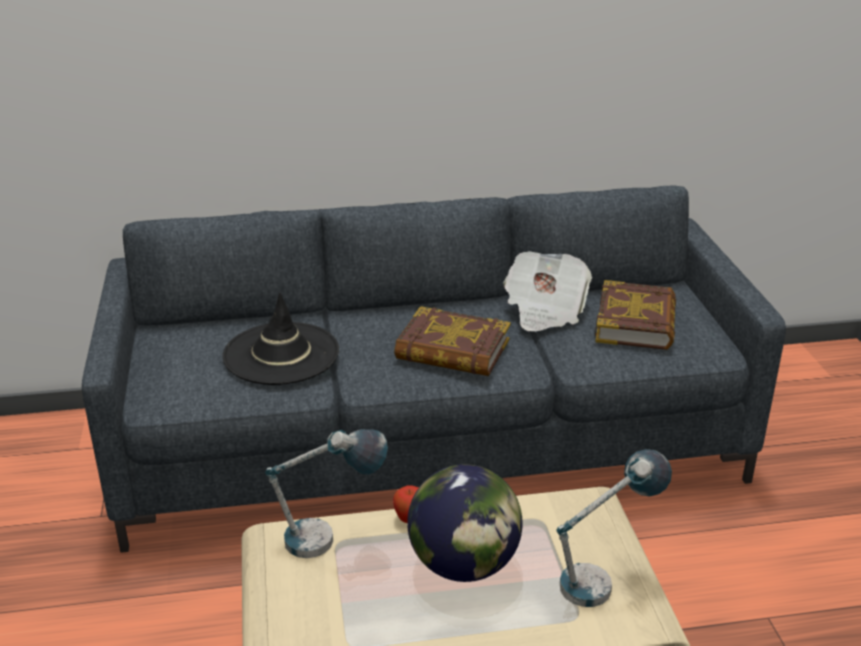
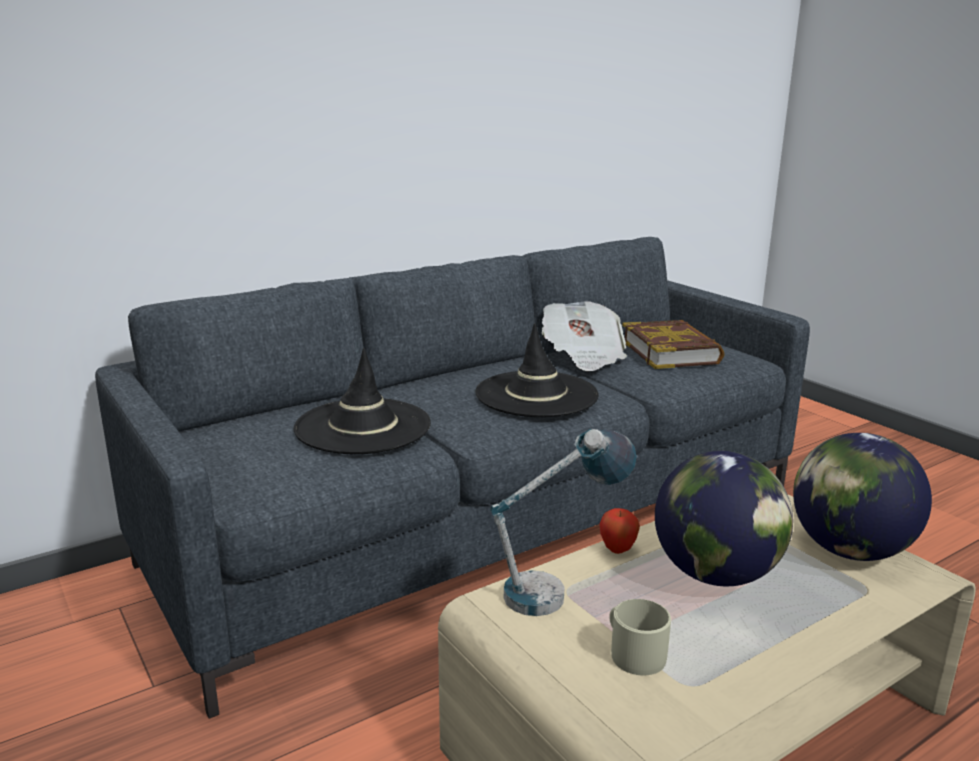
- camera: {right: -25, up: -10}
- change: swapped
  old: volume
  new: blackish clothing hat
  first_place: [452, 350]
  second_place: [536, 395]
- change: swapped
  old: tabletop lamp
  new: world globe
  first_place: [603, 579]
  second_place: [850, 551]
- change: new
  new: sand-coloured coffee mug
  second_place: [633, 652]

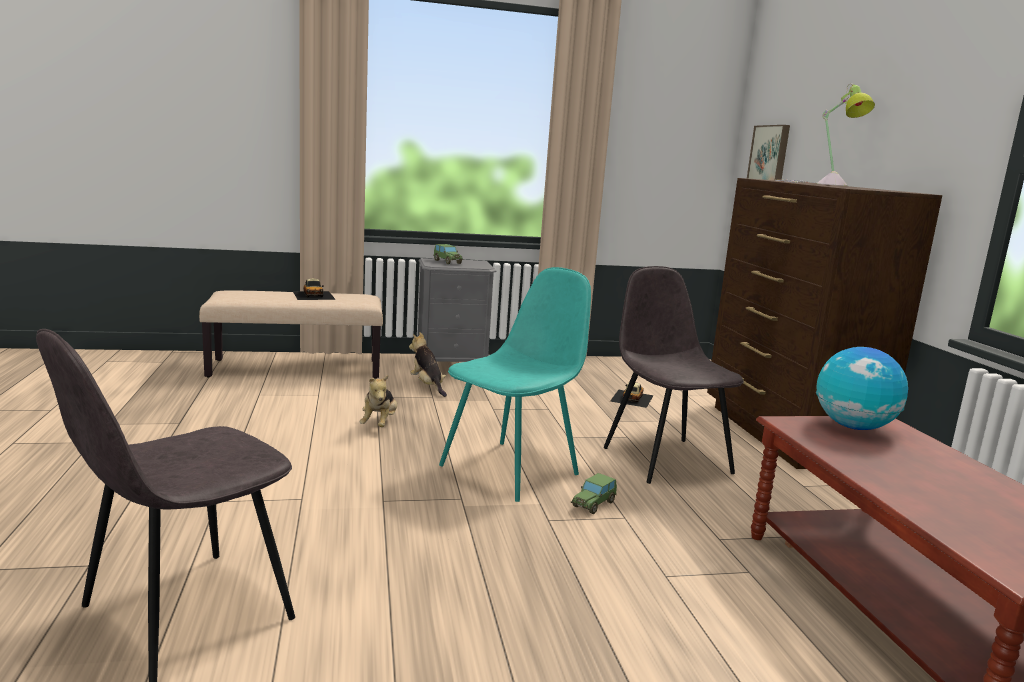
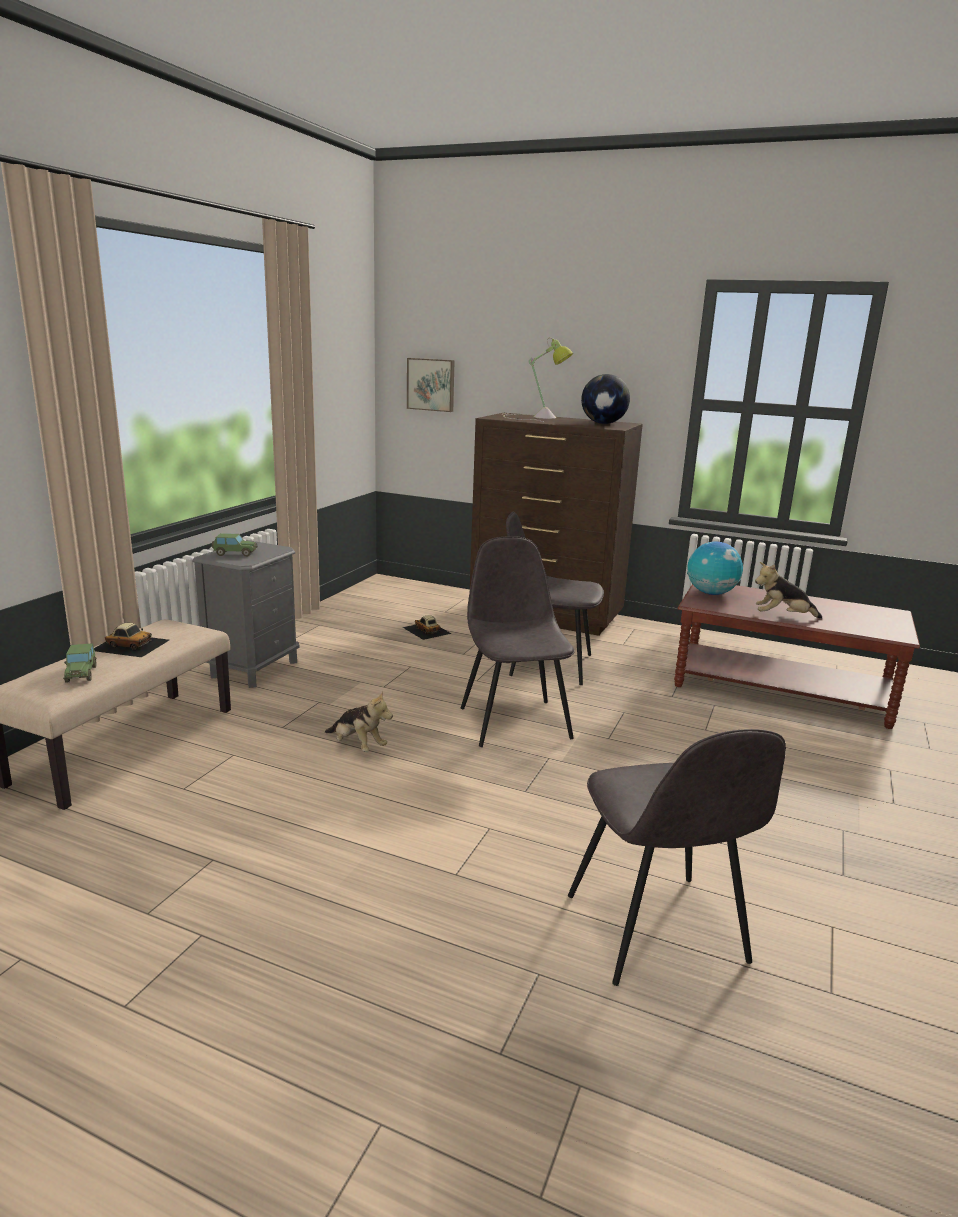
- camera: {right: -55, up: 5}
- change: repainted
  old: turquoise-coloured chair
  new: gray chair
  first_place: [512, 469]
  second_place: [514, 721]
- change: shifted
  old: plush toy
  first_place: [427, 386]
  second_place: [782, 617]
- change: shifted
  old: toy car
  first_place: [593, 504]
  second_place: [81, 674]
- change: new
  new: world globe
  second_place: [603, 423]

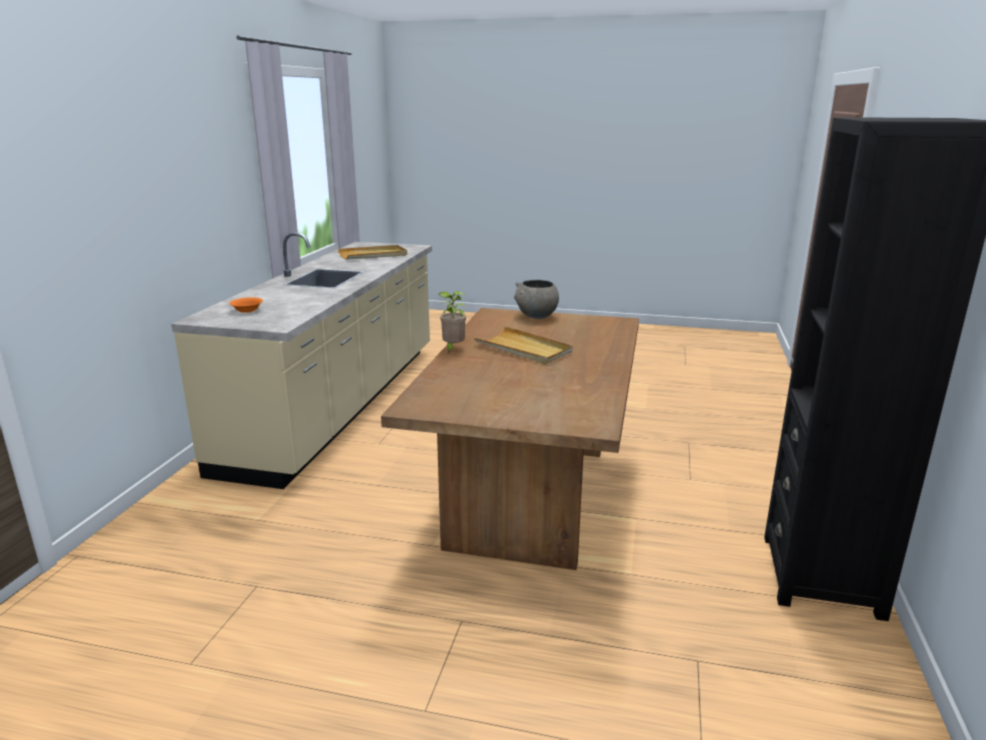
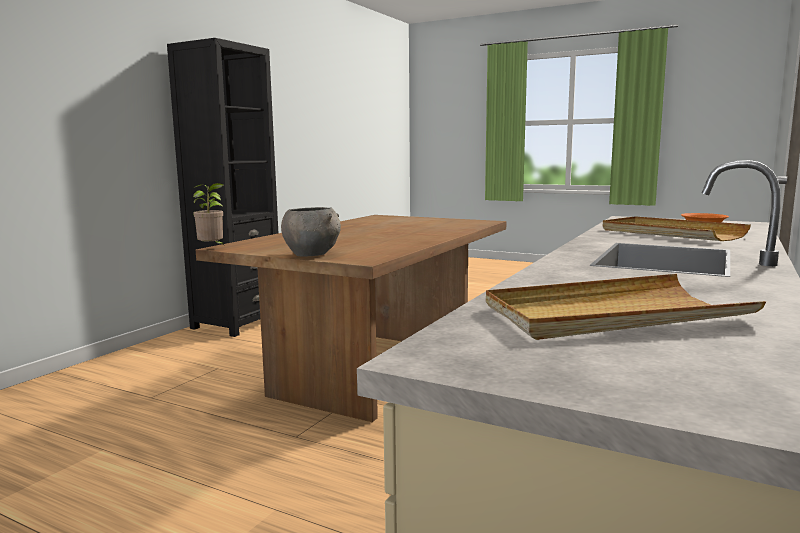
- camera: {right: -165, up: -10}
- change: shifted
  old: houseplant
  first_place: [453, 348]
  second_place: [212, 249]
- change: shifted
  old: sand-coloured tray
  first_place: [524, 349]
  second_place: [670, 233]

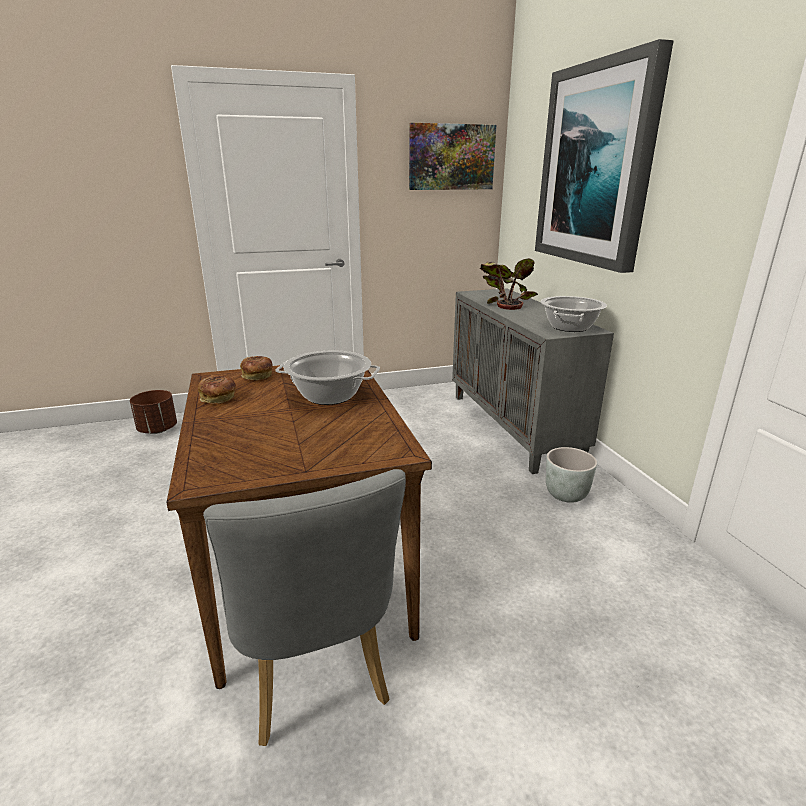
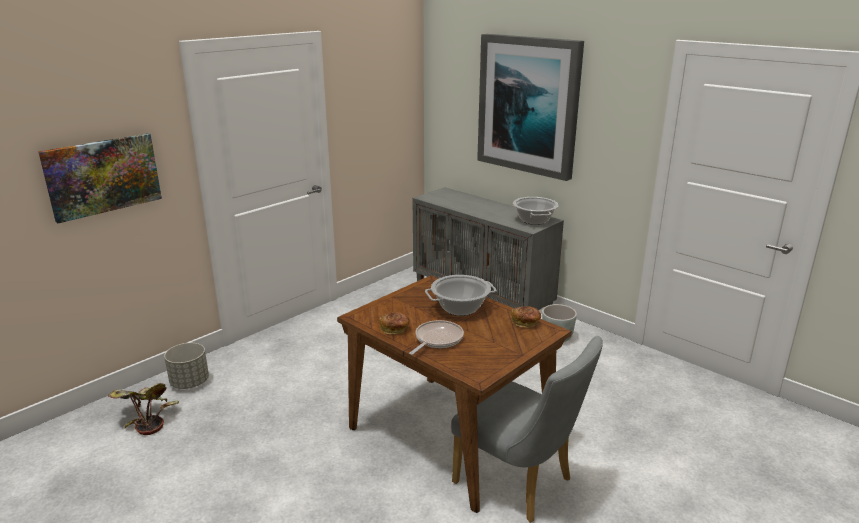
- camera: {right: -30, up: 0}
- change: shifted
  old: picture
  first_place: [451, 157]
  second_place: [103, 176]
- change: shifted
  old: houseplant
  first_place: [504, 303]
  second_place: [145, 418]
- change: shifted
  old: bread
  first_place: [257, 376]
  second_place: [526, 323]
- change: repainted
  old: brown planter
  new: gray planter
  first_place: [157, 430]
  second_place: [189, 383]
- change: new
  new: pan
  second_place: [437, 339]

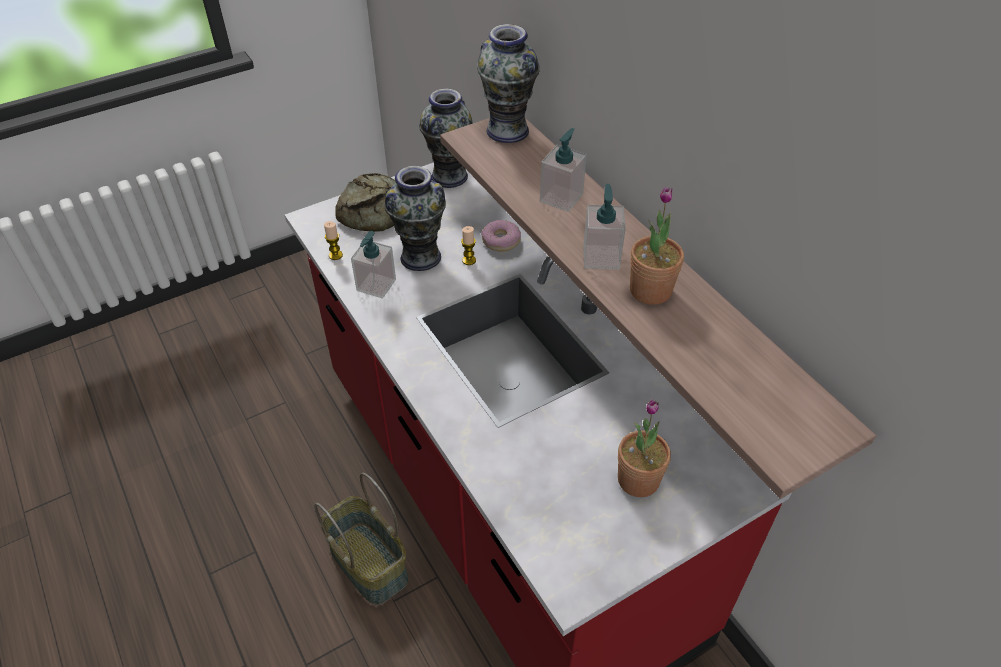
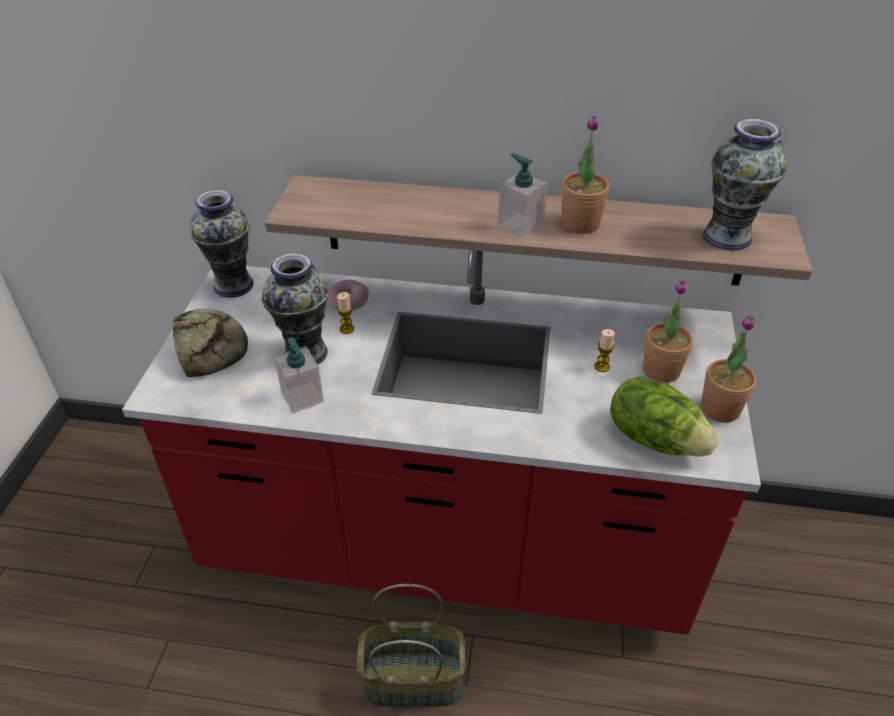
- camera: {right: -50, up: -5}
- change: shifted
  old: vase
  first_place: [508, 130]
  second_place: [726, 236]
- change: gone
  old: liquid soap bottle
  first_place: [561, 198]
- change: shifted
  old: candle
  first_place: [335, 255]
  second_place: [602, 366]
- change: new
  new: houseplant
  second_place: [720, 409]
- change: new
  new: lettuce head
  second_place: [655, 438]

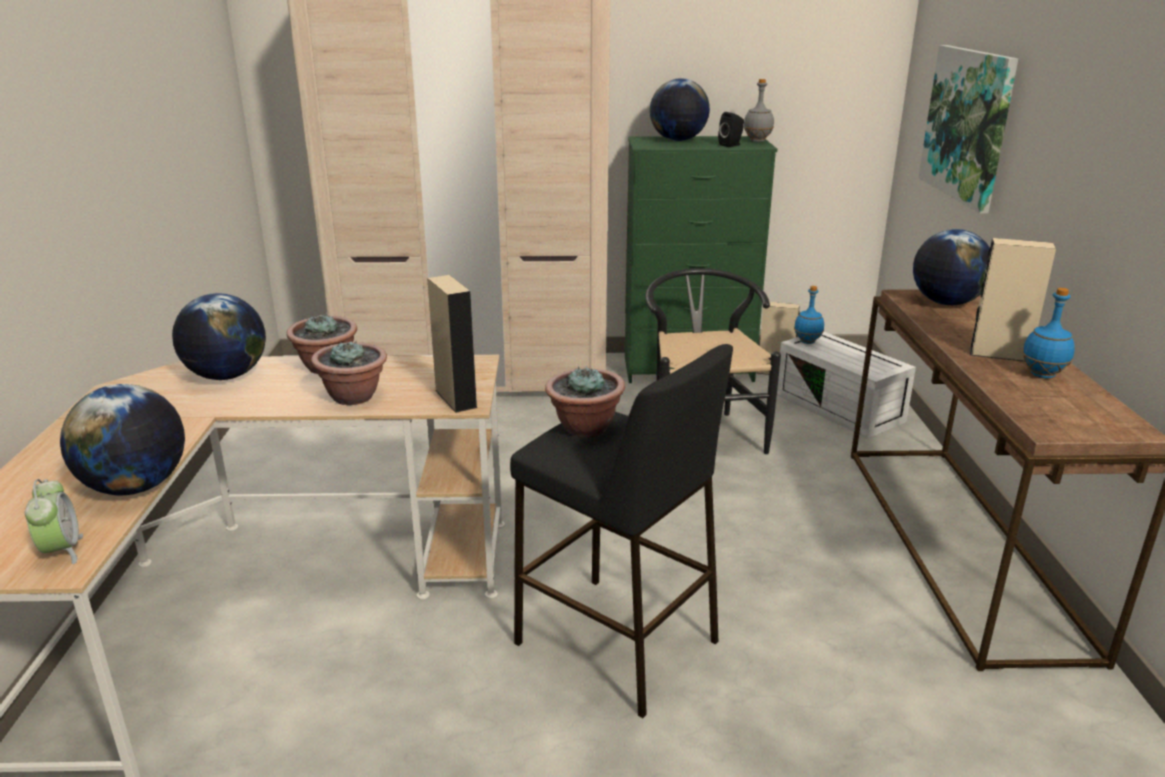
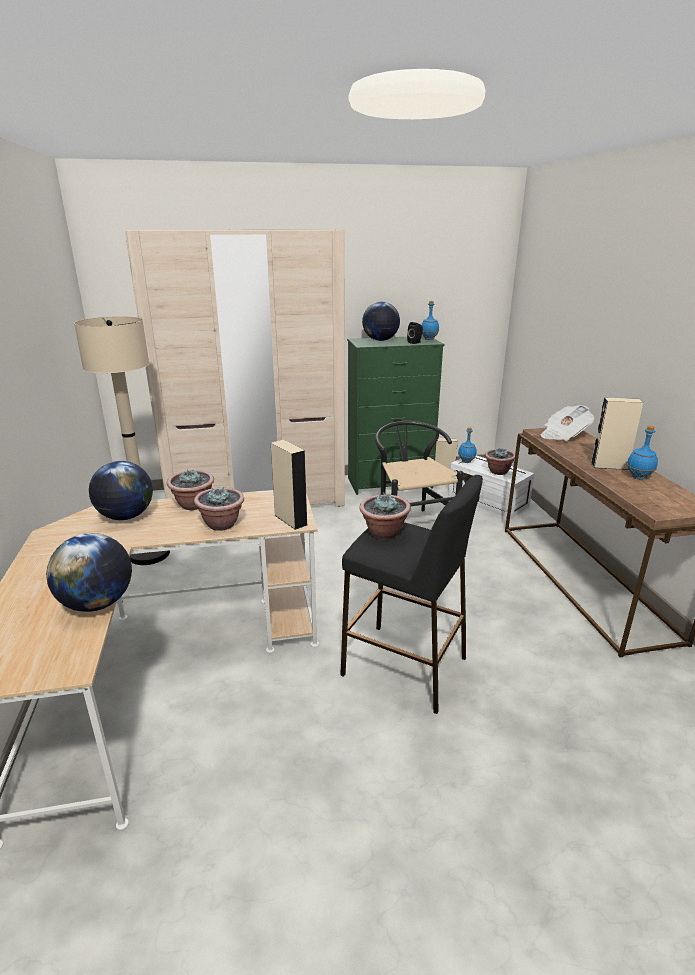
- camera: {right: -10, up: 0}
- change: gone
  old: picture
  first_place: [968, 125]
- change: repainted
  old: gray drink bottle
  new: blue drink bottle
  first_place: [757, 141]
  second_place: [429, 339]
- change: swapped
  old: world globe
  new: newspaper
  first_place: [946, 303]
  second_place: [563, 435]
- change: gone
  old: table clock
  first_place: [61, 551]
- change: new
  new: sand-coloured standard lamp
  second_place: [149, 554]
- change: new
  new: houseplant
  second_place: [498, 471]

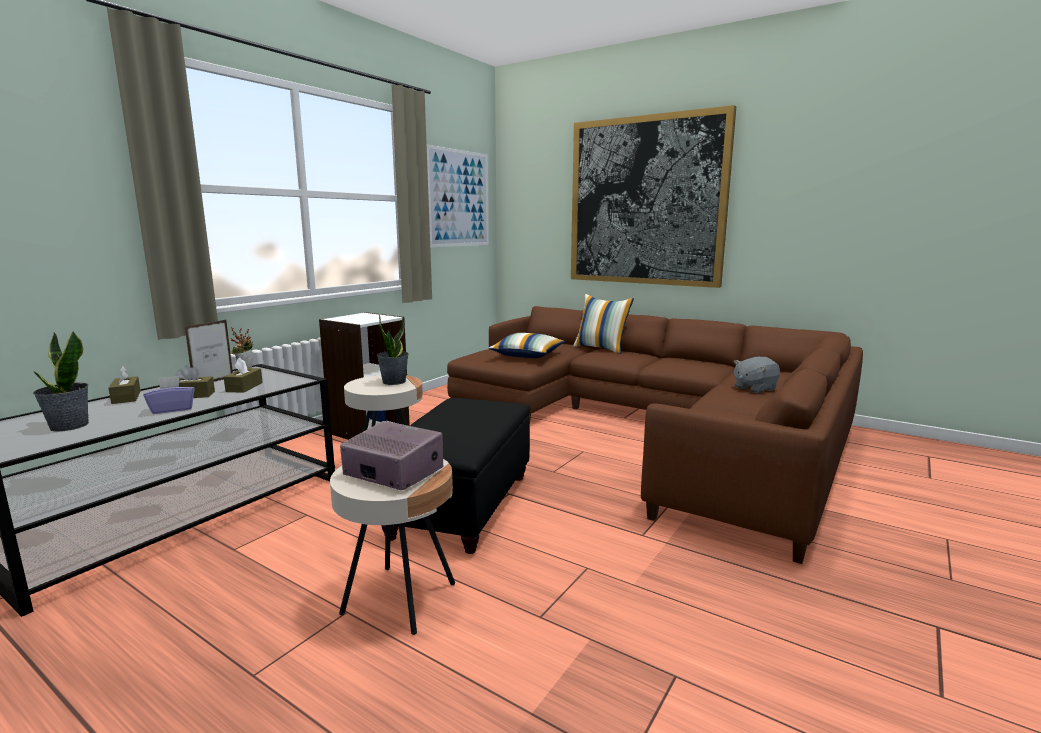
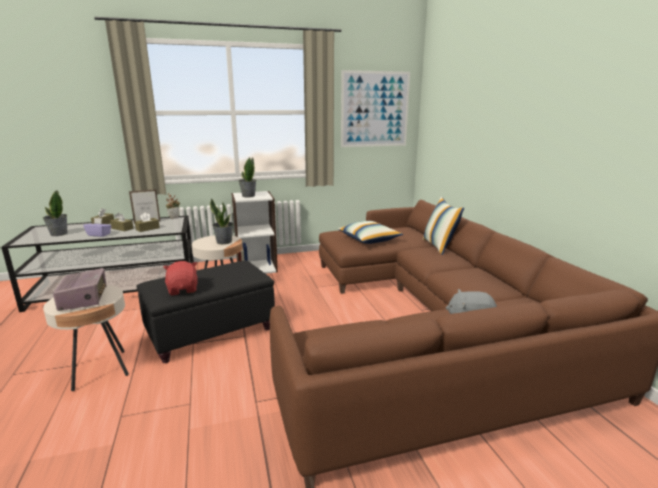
- camera: {right: 40, up: 5}
- change: gone
  old: picture
  first_place: [646, 202]
- change: new
  new: houseplant
  second_place: [248, 196]
- change: new
  new: red-coloured plush toy
  second_place: [183, 289]

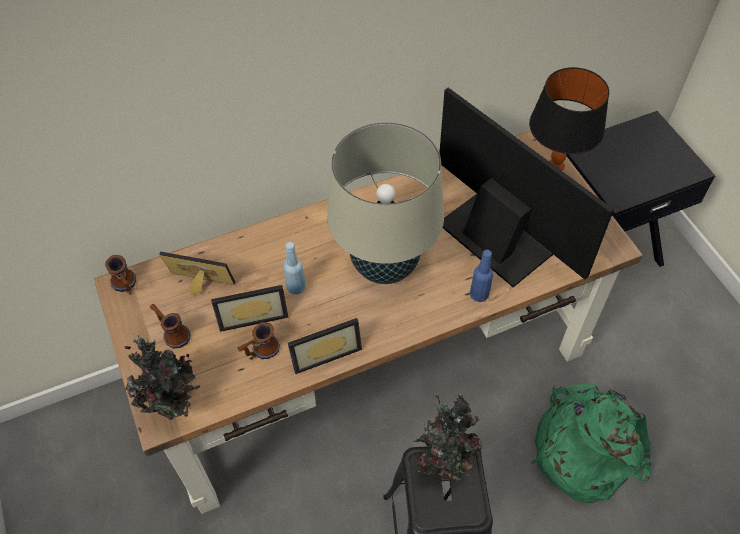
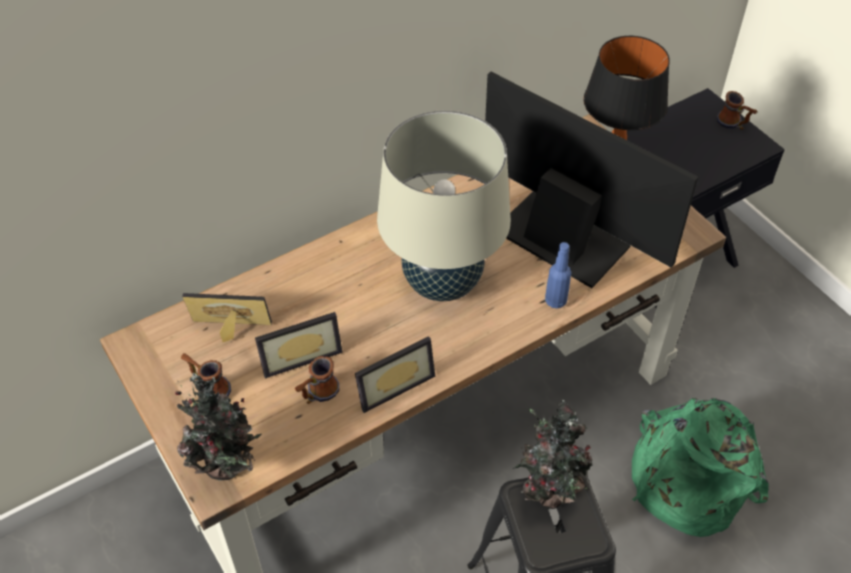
- camera: {right: -10, up: -5}
- change: gone
  old: blue drink bottle
  first_place: [296, 287]
- change: shifted
  old: coffee mug
  first_place: [126, 286]
  second_place: [733, 124]

